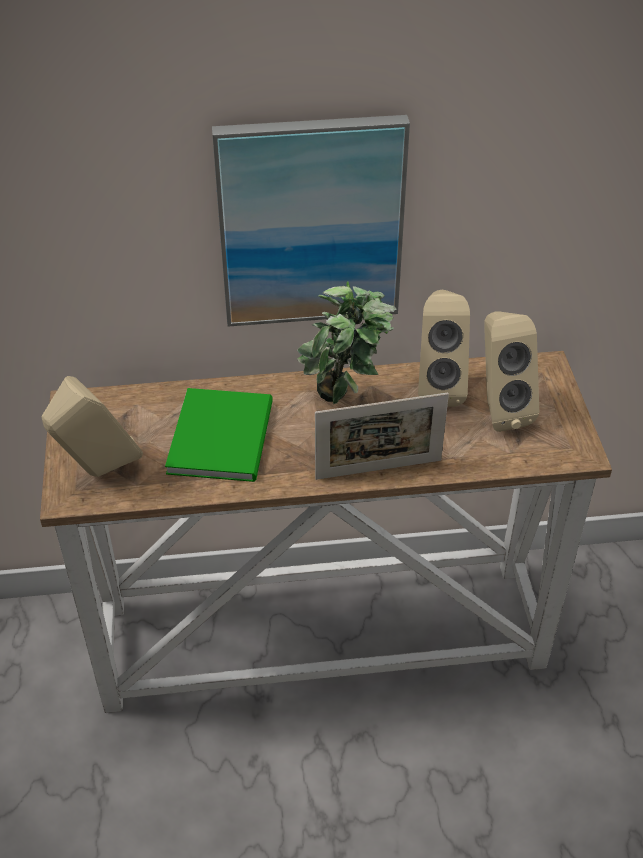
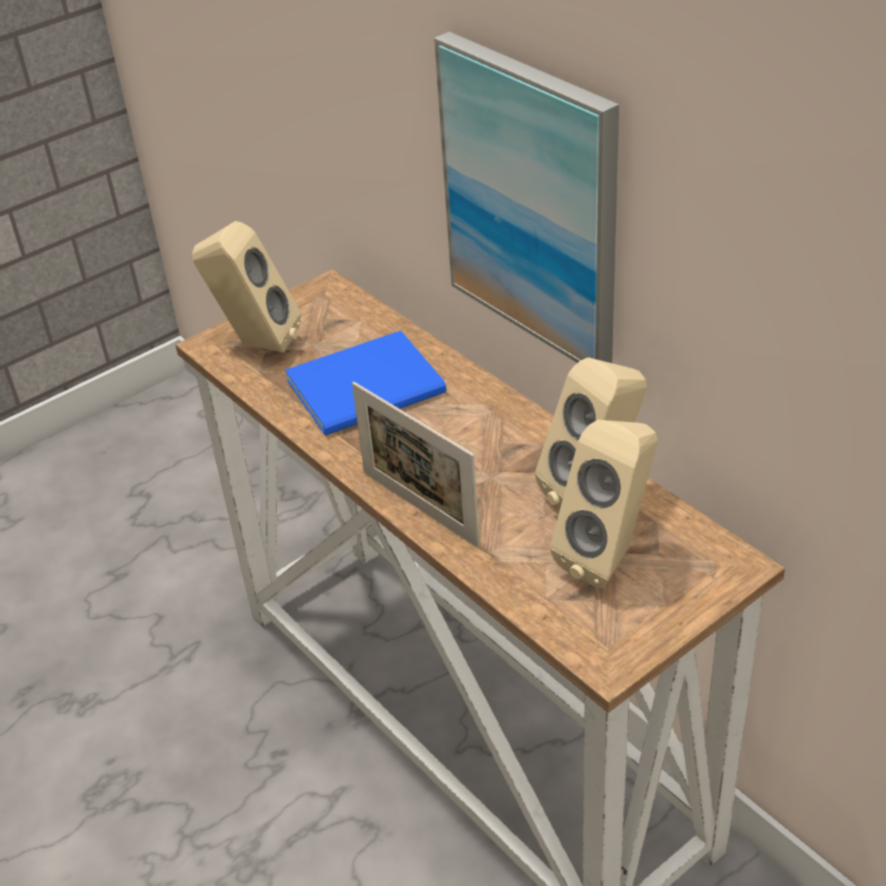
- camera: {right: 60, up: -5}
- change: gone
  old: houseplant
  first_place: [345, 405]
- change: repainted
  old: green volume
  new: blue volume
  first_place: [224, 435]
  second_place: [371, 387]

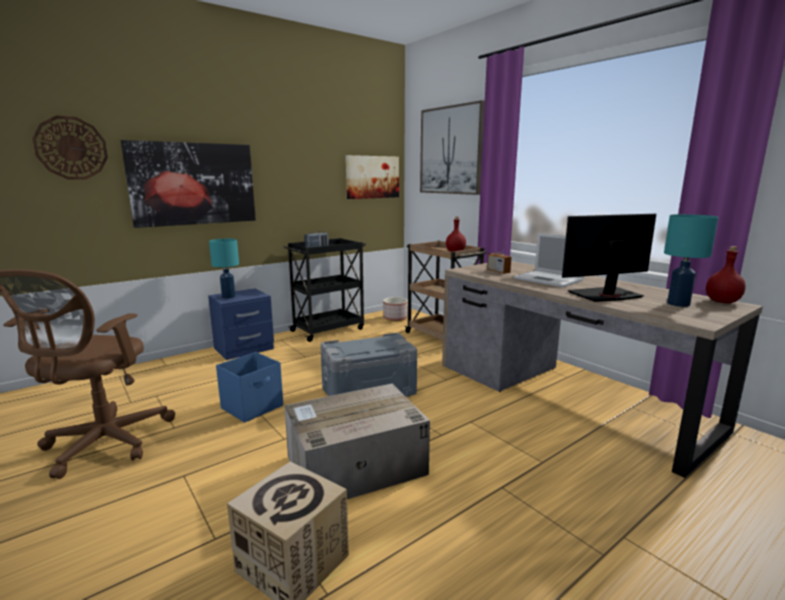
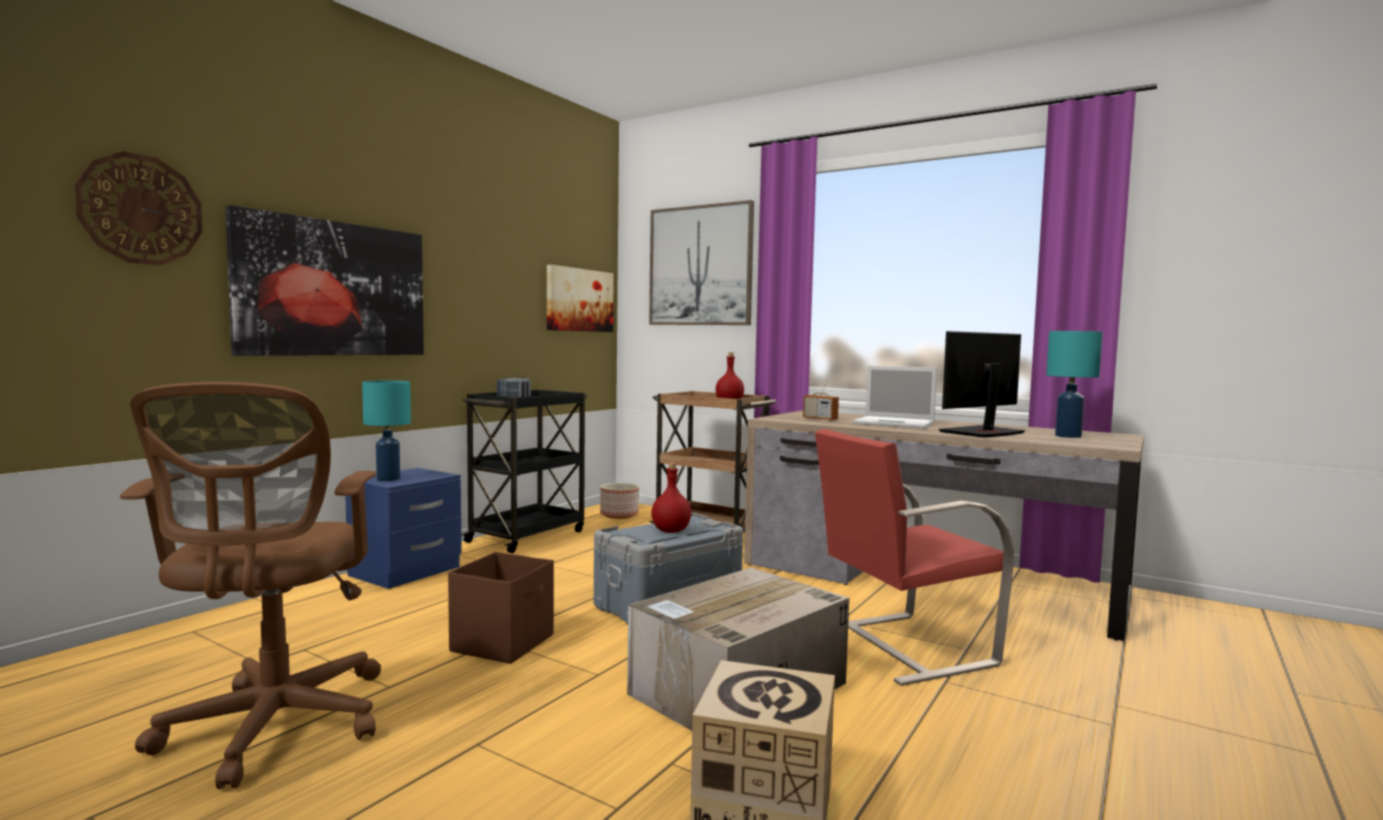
- camera: {right: -20, up: -10}
- change: shifted
  old: red-coloured drink bottle
  first_place: [723, 302]
  second_place: [671, 531]
- change: repainted
  old: blue storage container
  new: brown storage container
  first_place: [253, 407]
  second_place: [504, 643]
- change: new
  new: red-coloured chair
  second_place: [900, 646]

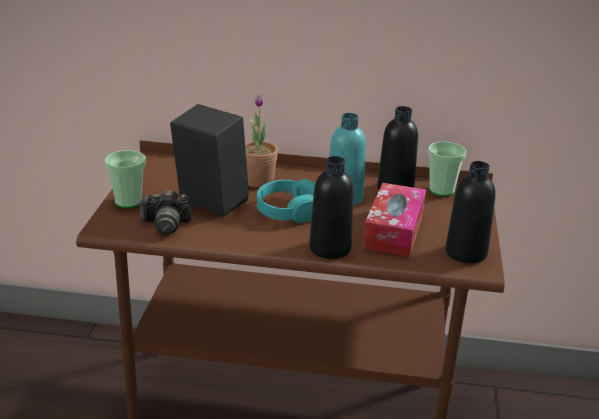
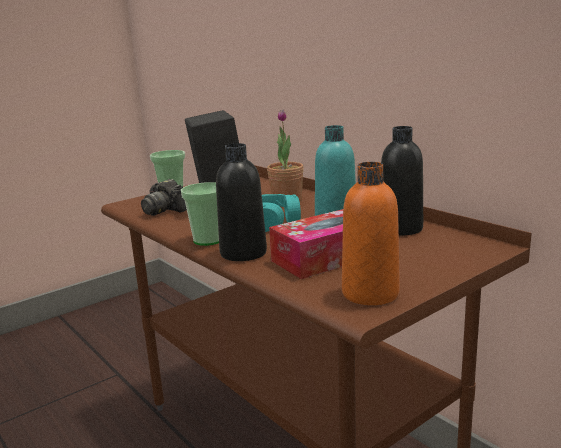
- camera: {right: 45, up: -10}
- change: shifted
  old: small cup
  first_place: [441, 190]
  second_place: [208, 240]
- change: repainted
  old: blackish drink bottle
  new: orangey drink bottle
  first_place: [466, 253]
  second_place: [370, 293]

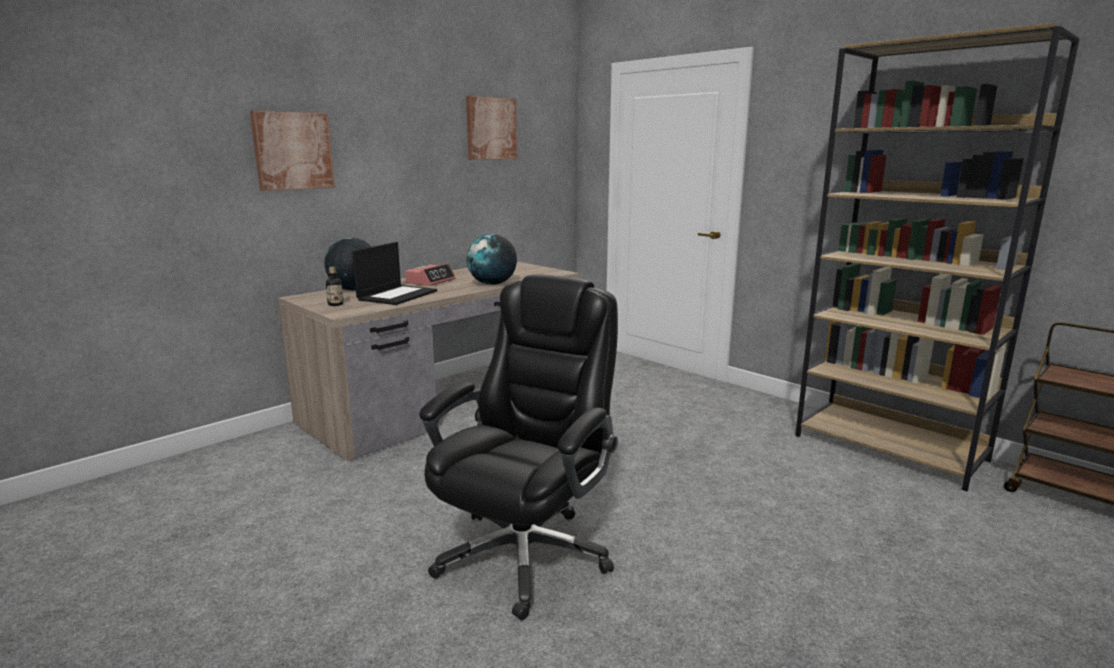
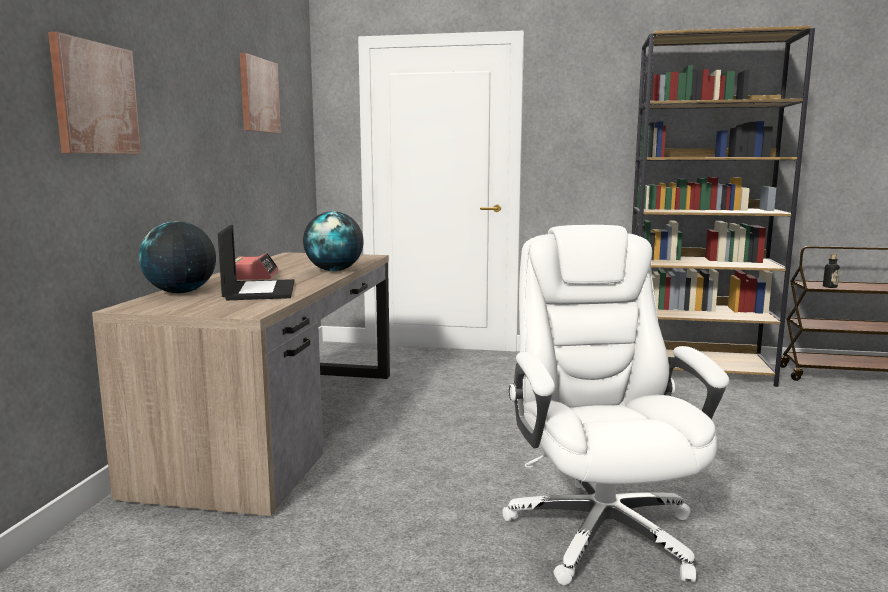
- camera: {right: -35, up: -5}
- change: shifted
  old: drink bottle
  first_place: [335, 304]
  second_place: [830, 287]
- change: repainted
  old: blackish desk chair
  new: whitish desk chair
  first_place: [525, 553]
  second_place: [601, 530]

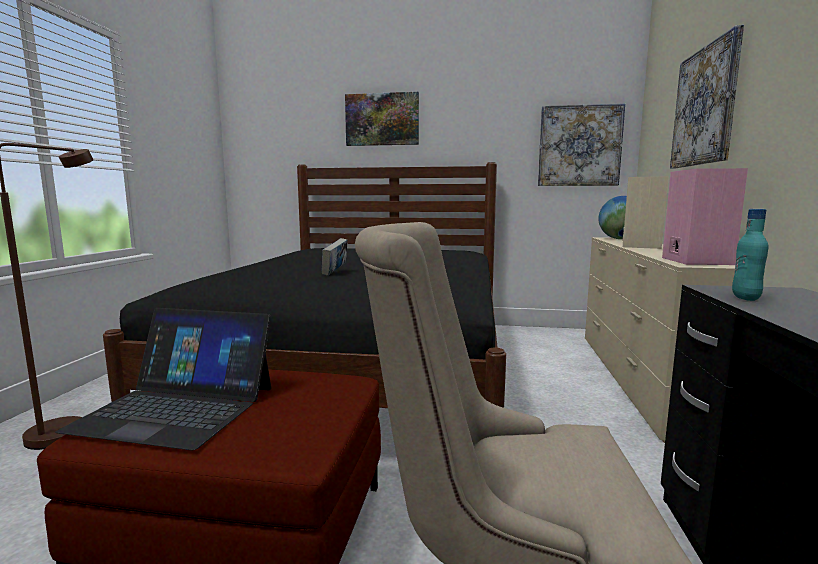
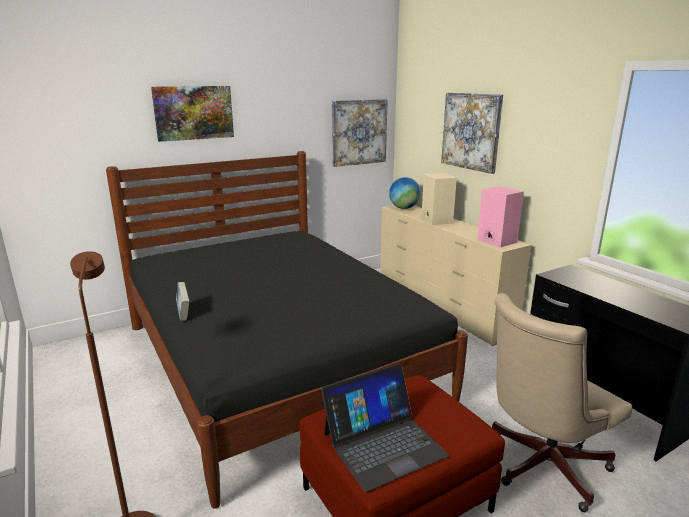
- camera: {right: -40, up: 10}
- change: gone
  old: turquoise-coloured drink bottle
  first_place: [745, 298]
- change: shifted
  old: volume
  first_place: [335, 273]
  second_place: [183, 314]

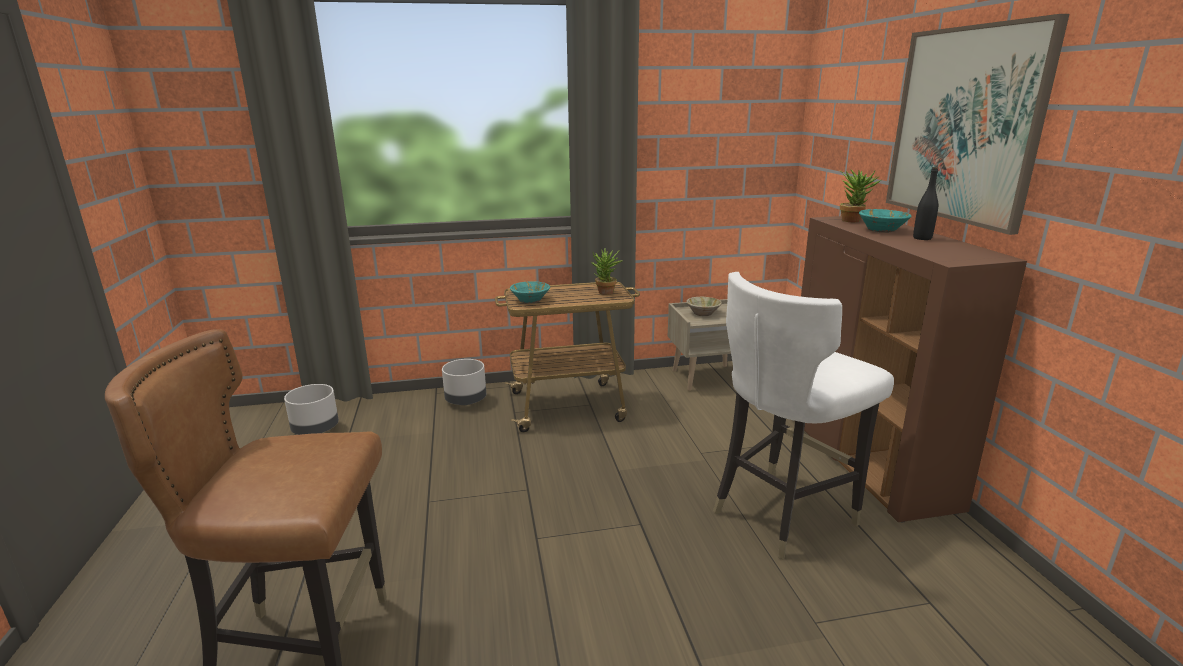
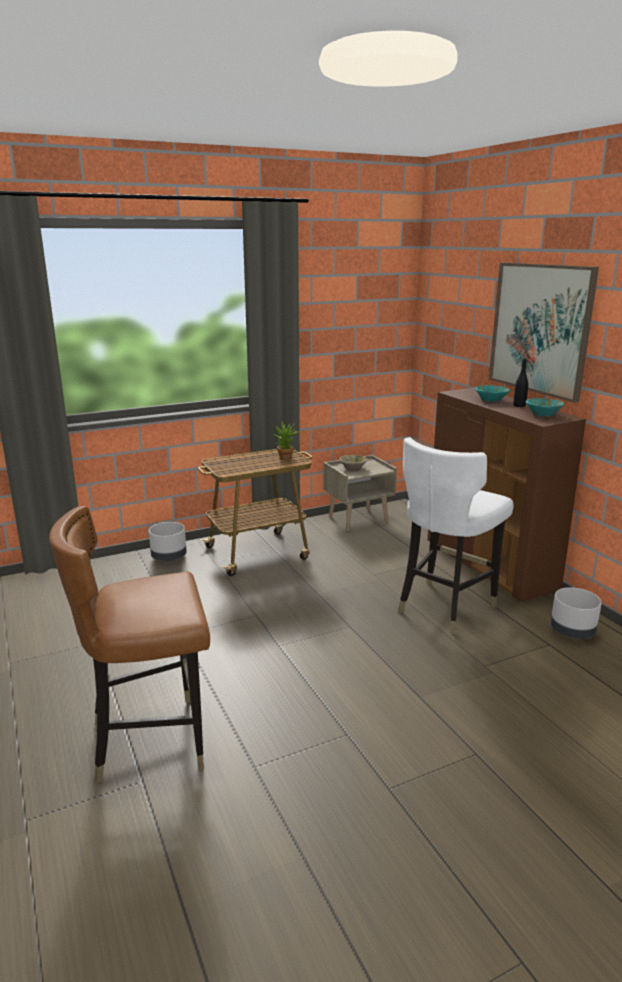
- camera: {right: -15, up: 0}
- change: gone
  old: houseplant
  first_place: [853, 220]
- change: shifted
  old: turquoise-coloured deep dish
  first_place: [530, 300]
  second_place: [543, 414]
- change: shifted
  old: gray planter
  first_place: [315, 430]
  second_place: [572, 632]

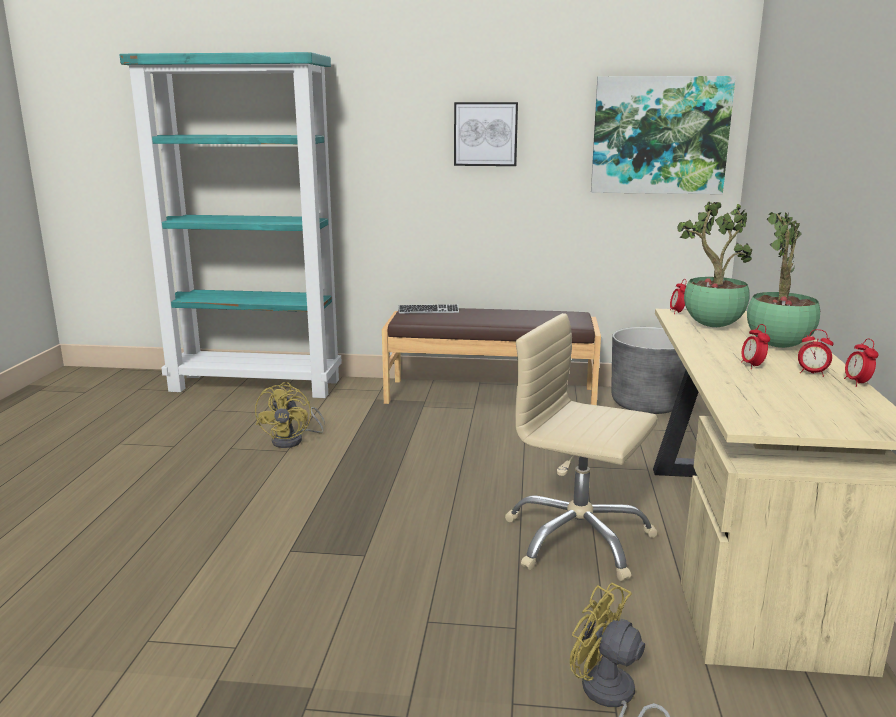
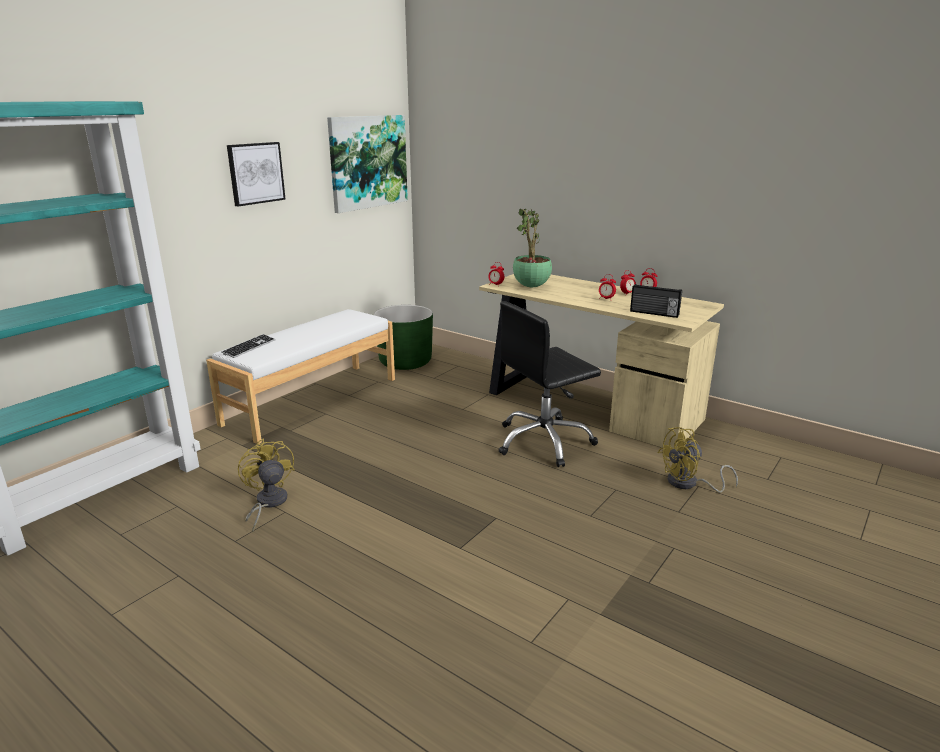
- camera: {right: -60, up: 5}
- change: gone
  old: houseplant
  first_place: [778, 346]
- change: repainted
  old: brown bench
  new: whitish bench
  first_place: [490, 395]
  second_place: [312, 400]
- change: repainted
  old: sand-coloured desk chair
  new: blackish desk chair
  first_place: [577, 539]
  second_place: [544, 442]
- change: repainted
  old: gray planter
  new: green planter
  first_place: [647, 404]
  second_place: [405, 362]
- change: rotated
  old: yellowish fan
  first_place: [293, 440]
  second_place: [268, 503]
  degrees: -150
- change: new
  new: radio
  second_place: [654, 313]

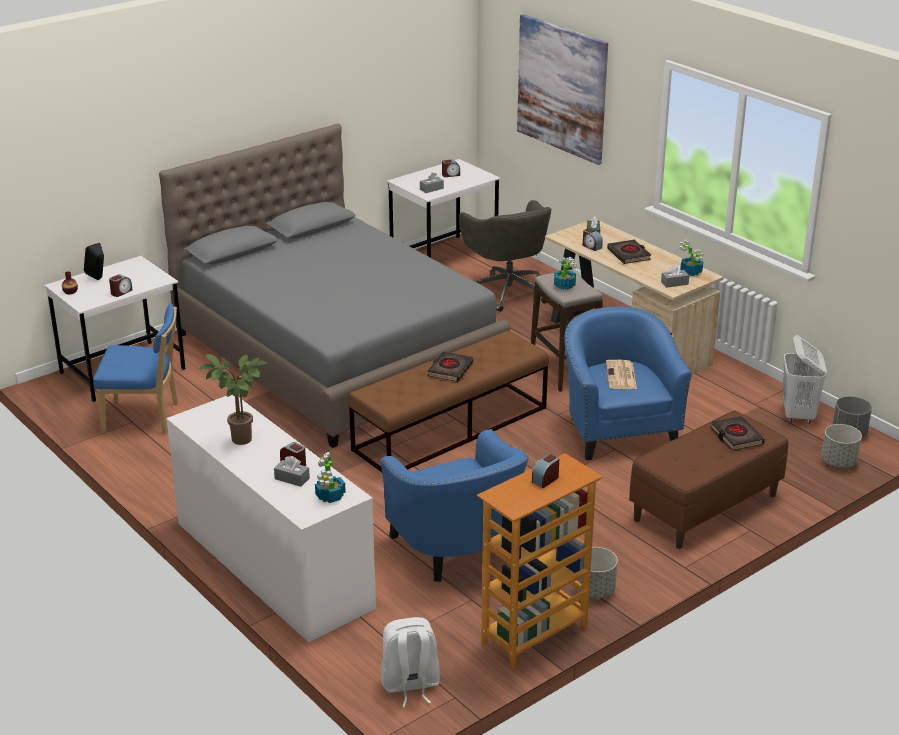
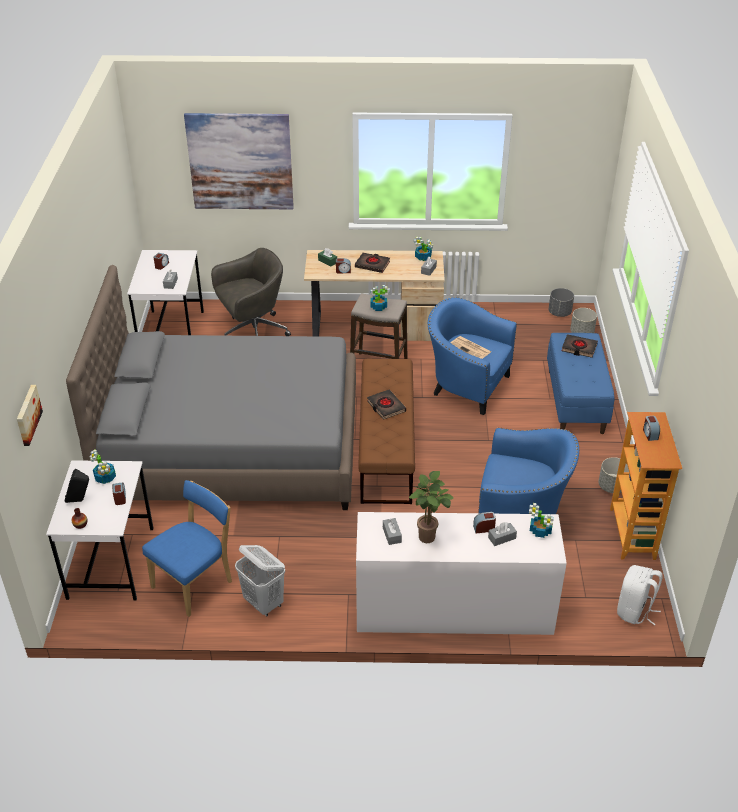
- camera: {right: -50, up: 10}
- change: rotated
  old: gray desk chair
  first_place: [507, 291]
  second_place: [253, 333]
  degrees: -45
- change: shifted
  old: whitish hamper
  first_place: [798, 415]
  second_place: [264, 603]
- change: repainted
  old: brown bench
  new: blue bench
  first_place: [705, 508]
  second_place: [576, 401]
- change: new
  new: picture
  second_place: [27, 415]
- change: new
  new: houseplant
  second_place: [105, 478]
- change: new
  new: gray tissue box
  second_place: [392, 535]

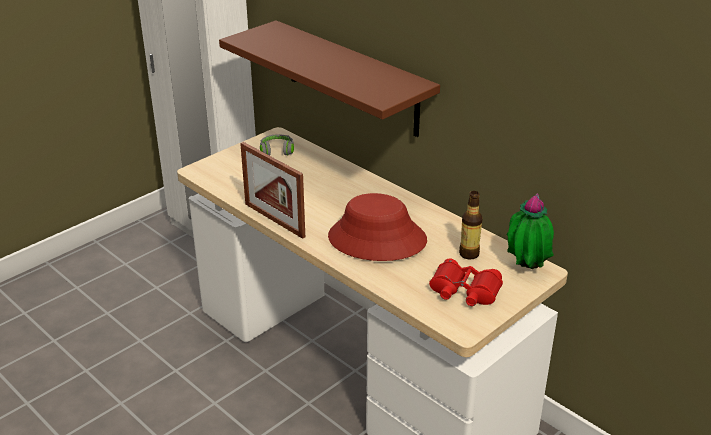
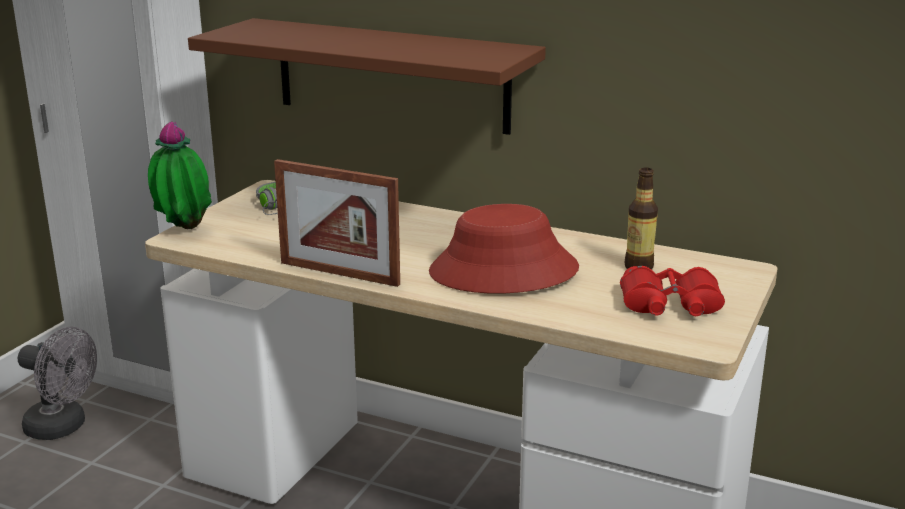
- camera: {right: -20, up: -10}
- change: shifted
  old: houseplant
  first_place: [525, 269]
  second_place: [183, 230]
- change: new
  new: gray fan
  second_place: [63, 427]

